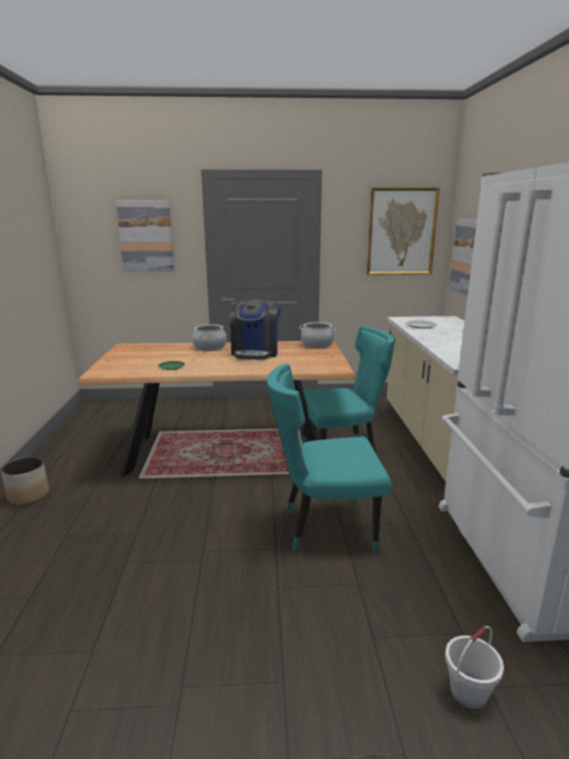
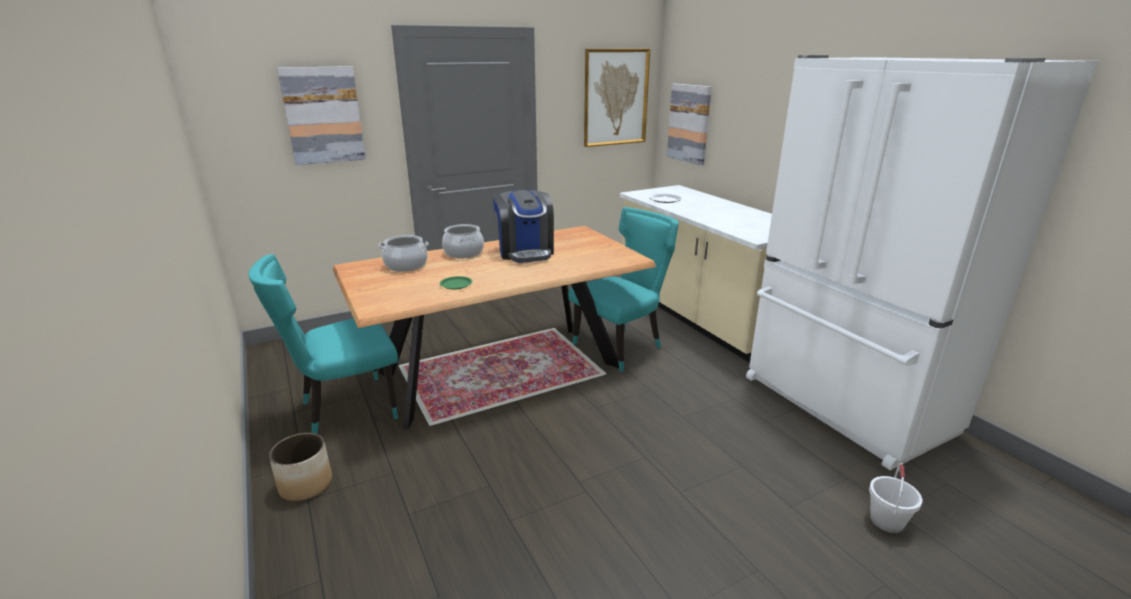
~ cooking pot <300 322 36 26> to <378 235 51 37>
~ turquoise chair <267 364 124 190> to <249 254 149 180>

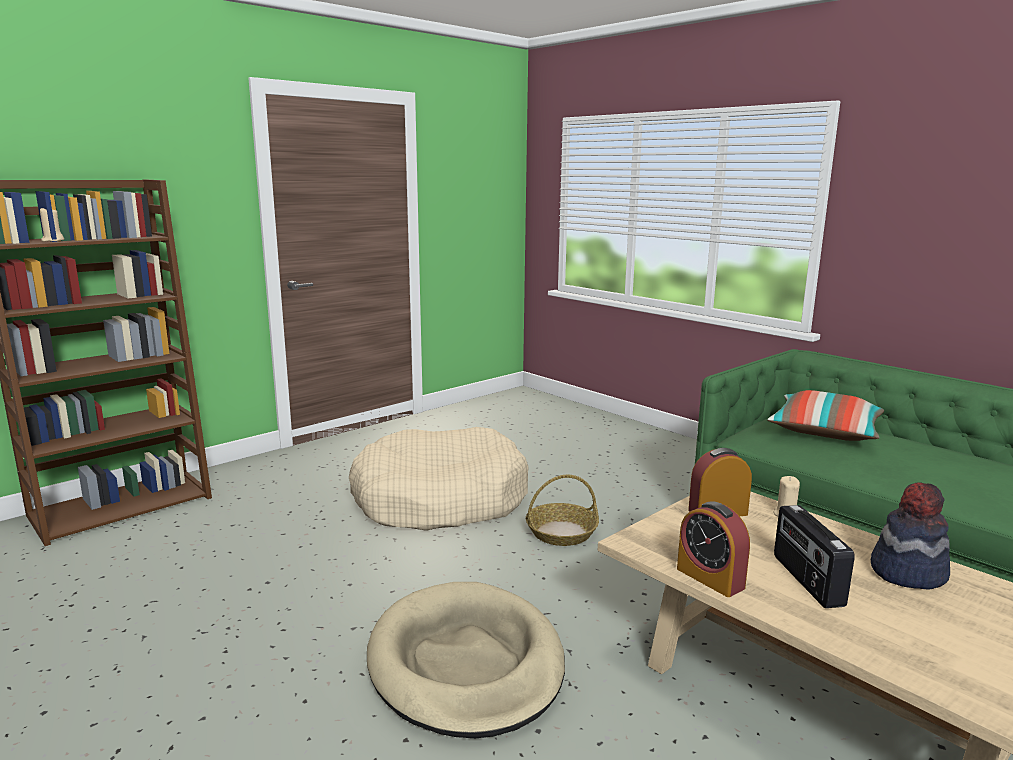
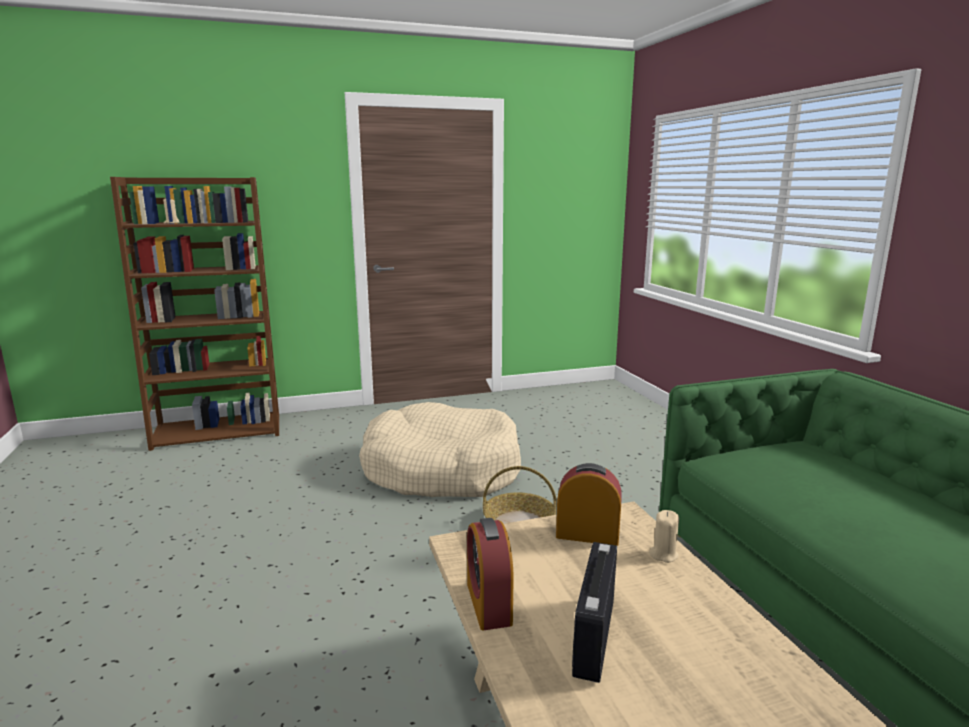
- pillow <767 390 117 51>
- hat <871 482 79 108>
- beige dog bed <367 582 198 156>

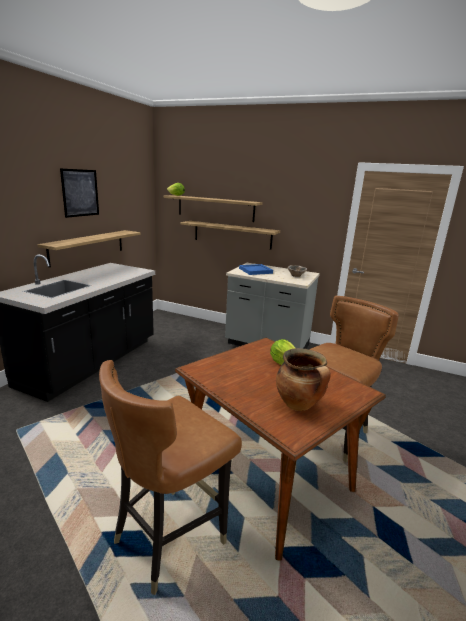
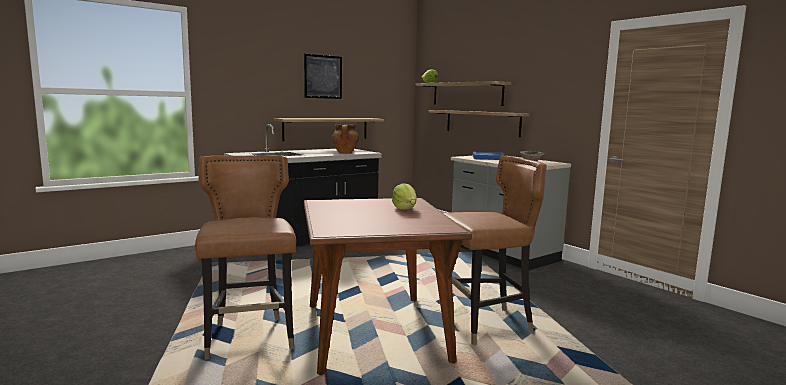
~ cooking pot <276 348 54 63> to <332 124 27 29>
~ brown chair <99 360 143 235> = <195 155 101 205> 90 degrees clockwise

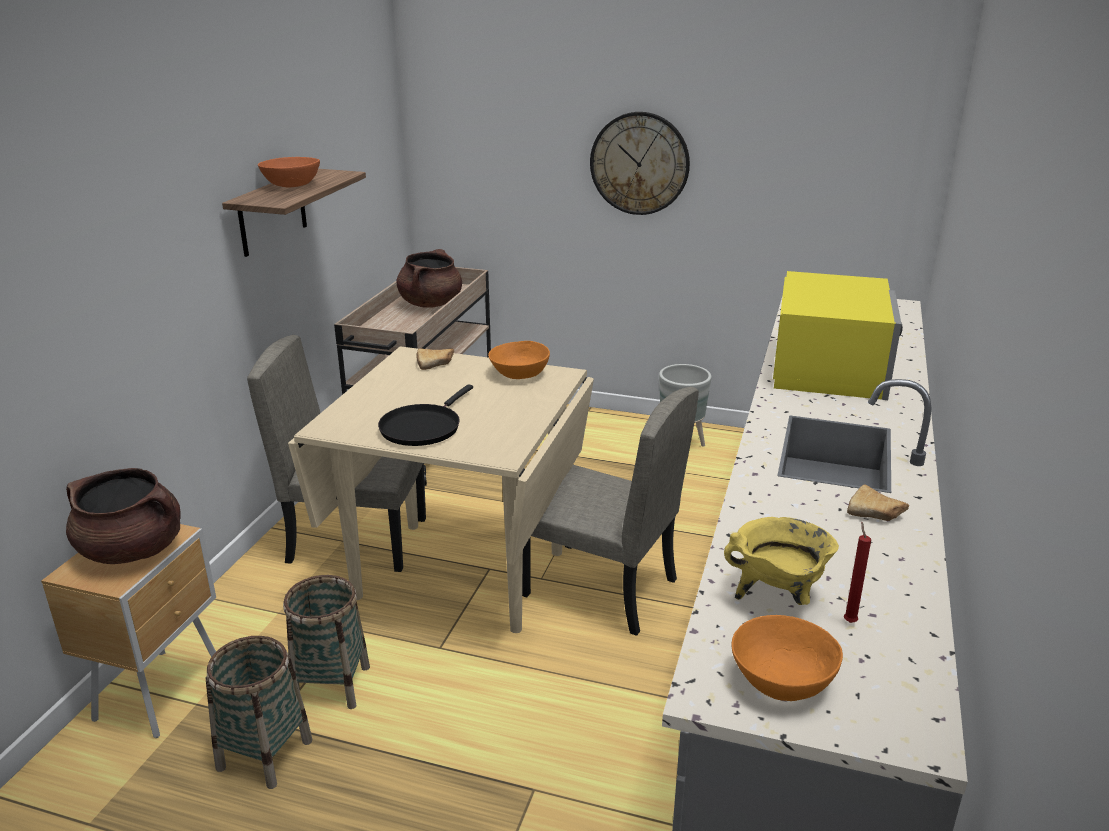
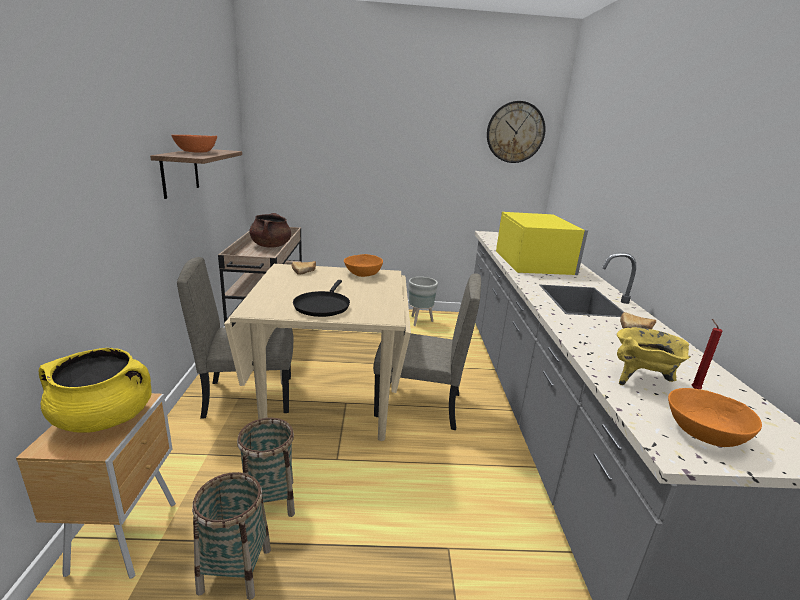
~ wall clock <590 112 100 103> to <487 101 59 62>
~ brown cooking pot <66 468 115 96> to yellow cooking pot <39 348 113 85>

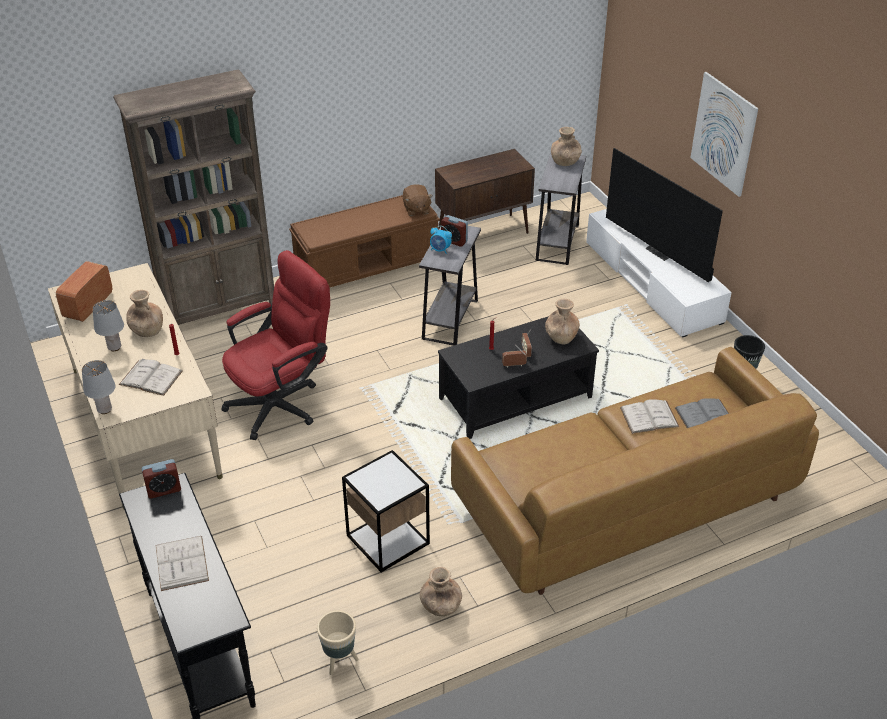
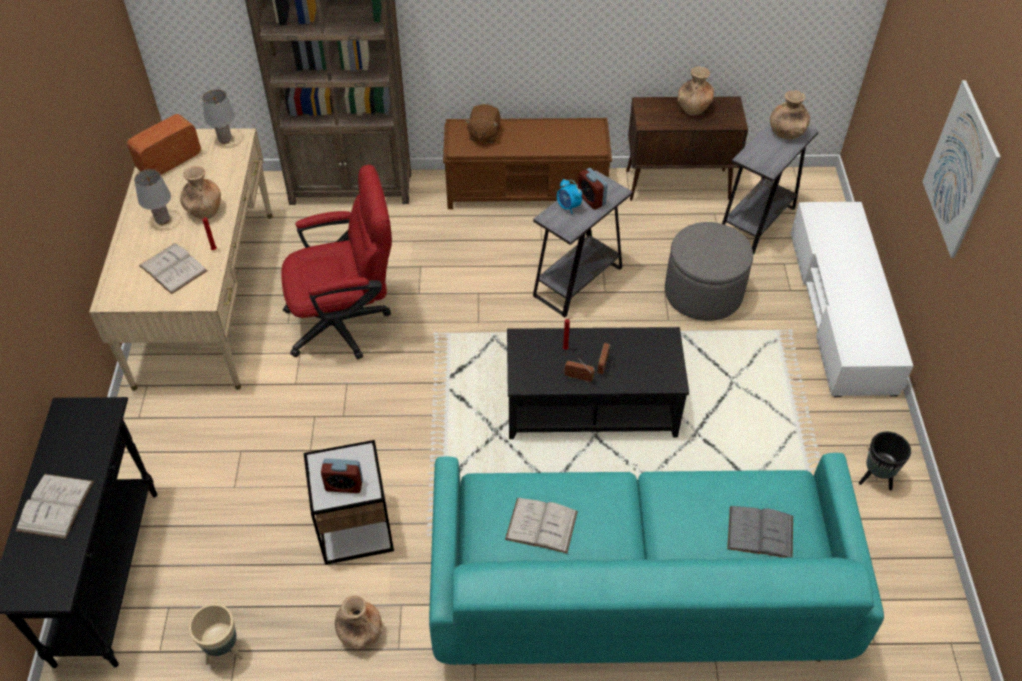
- television <606 148 117 135>
~ brown plush toy <403 184 30 32> to <465 104 36 39>
~ brown vase <545 298 35 47> to <678 67 36 49>
~ brown sofa <451 347 368 248> to turquoise sofa <429 453 455 213>
~ grey table lamp <82 360 34 54> to <202 89 33 55>
~ white book <620 399 59 35> to <505 498 73 56>
~ alarm clock <142 459 39 40> to <321 458 42 35>
+ grey ottoman <665 222 88 99>

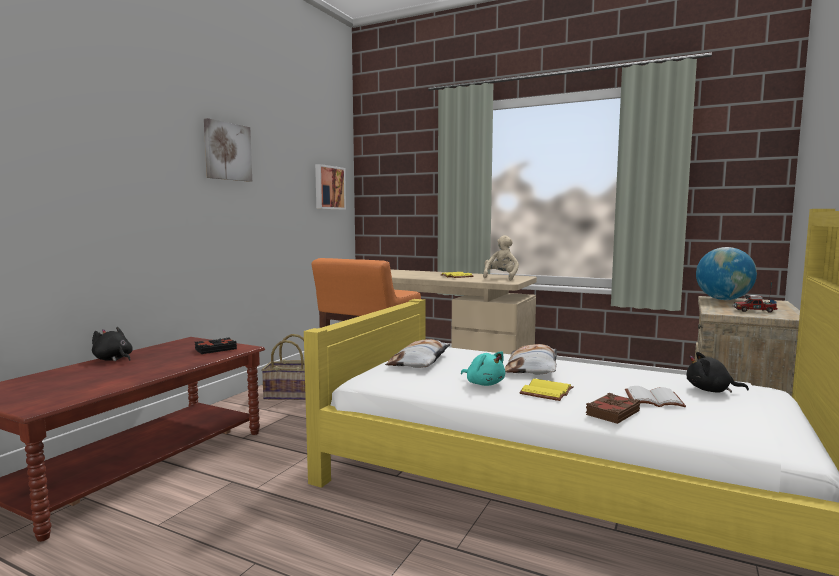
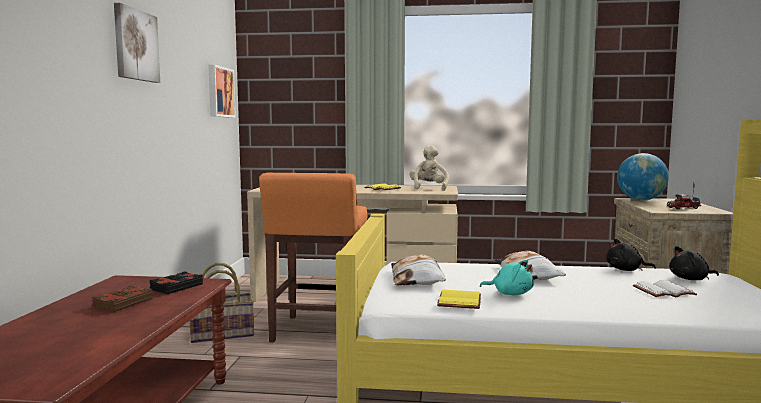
~ black plush toy <92 327 41 34> to <607 239 49 32>
~ yellow book <519 379 55 22> to <437 290 44 19>
~ brown book <586 393 54 31> to <92 286 61 26>

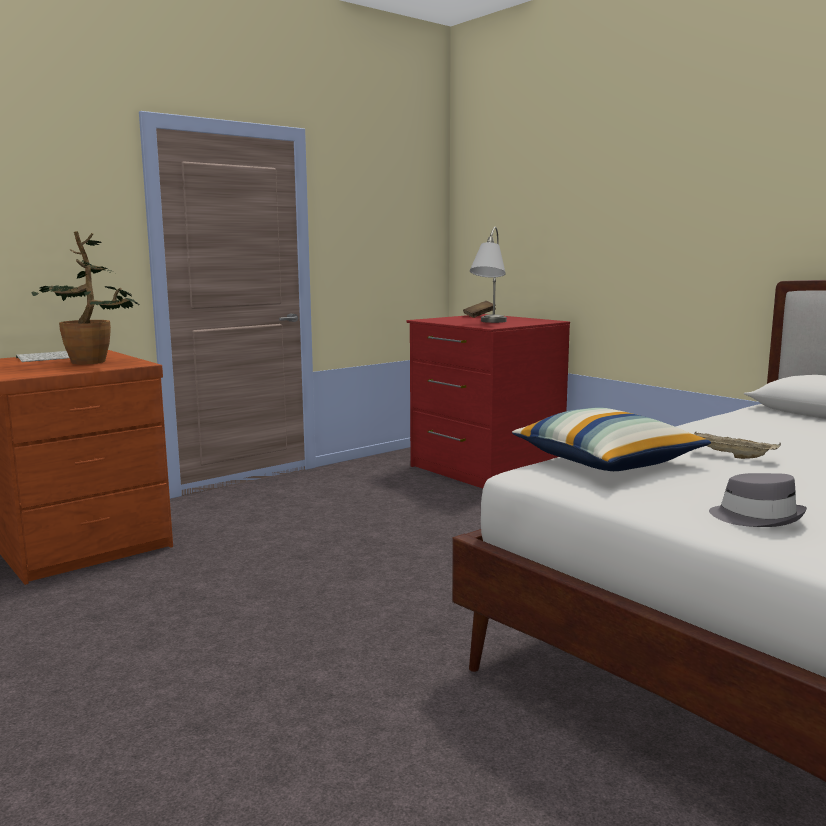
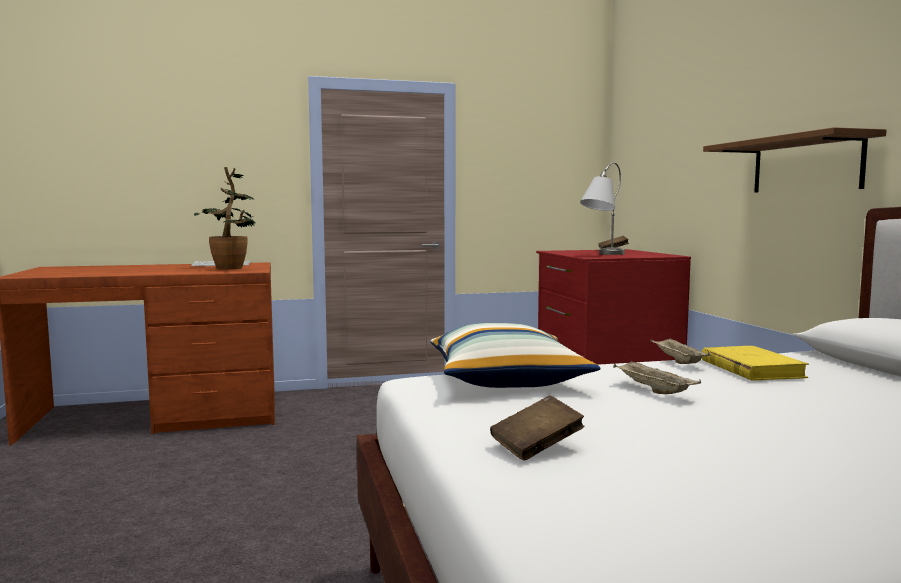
~ grey hat <709 473 98 54> to brown book <490 395 94 66>
+ brown shelf <703 127 184 66>
+ beige tray <650 338 60 26>
+ yellow book <702 346 107 35>

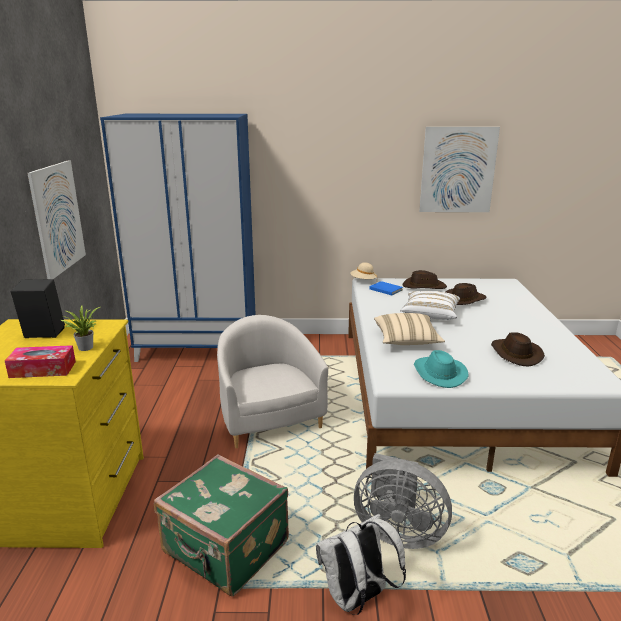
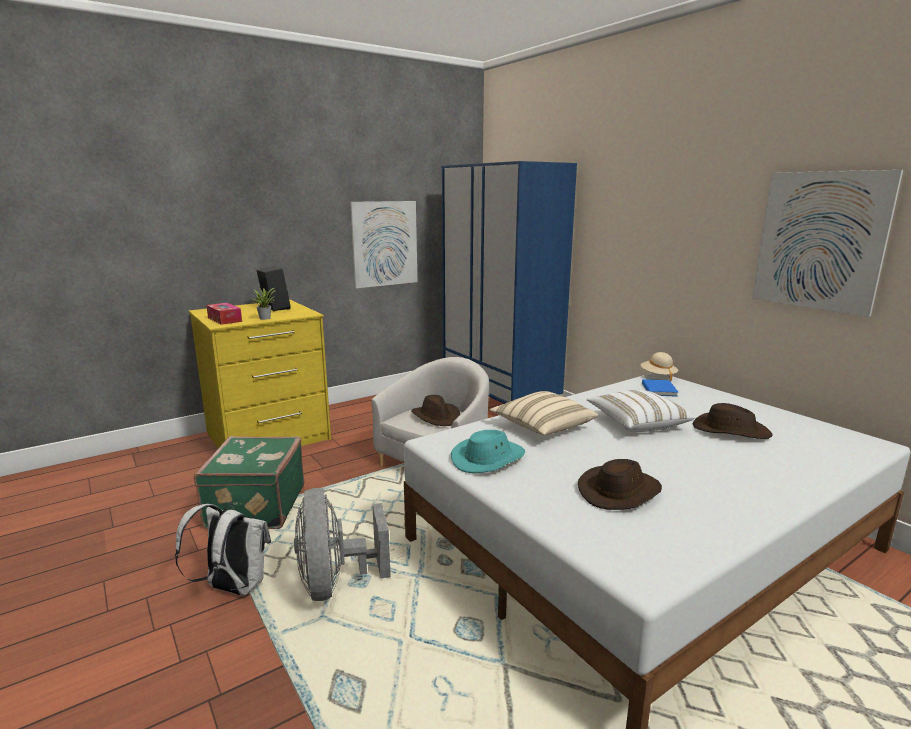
~ brown hat <403 270 44 19> to <411 395 49 31>

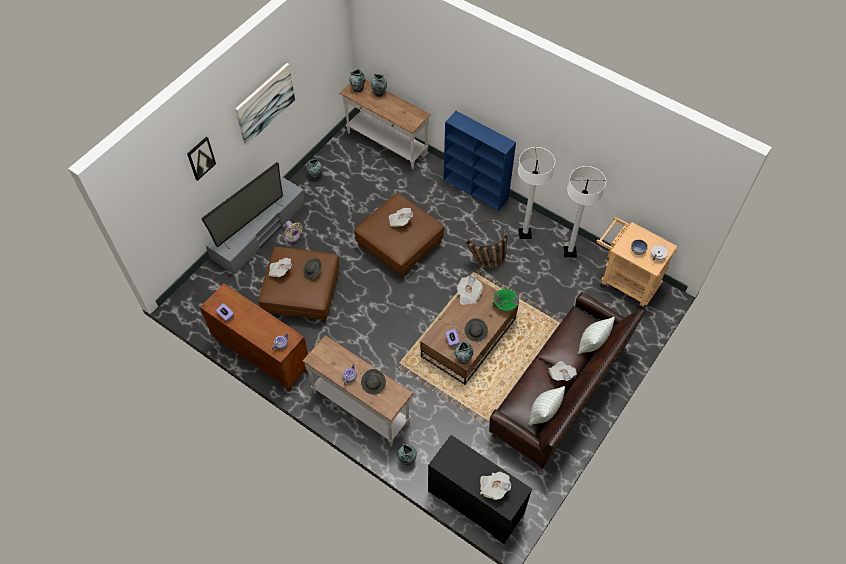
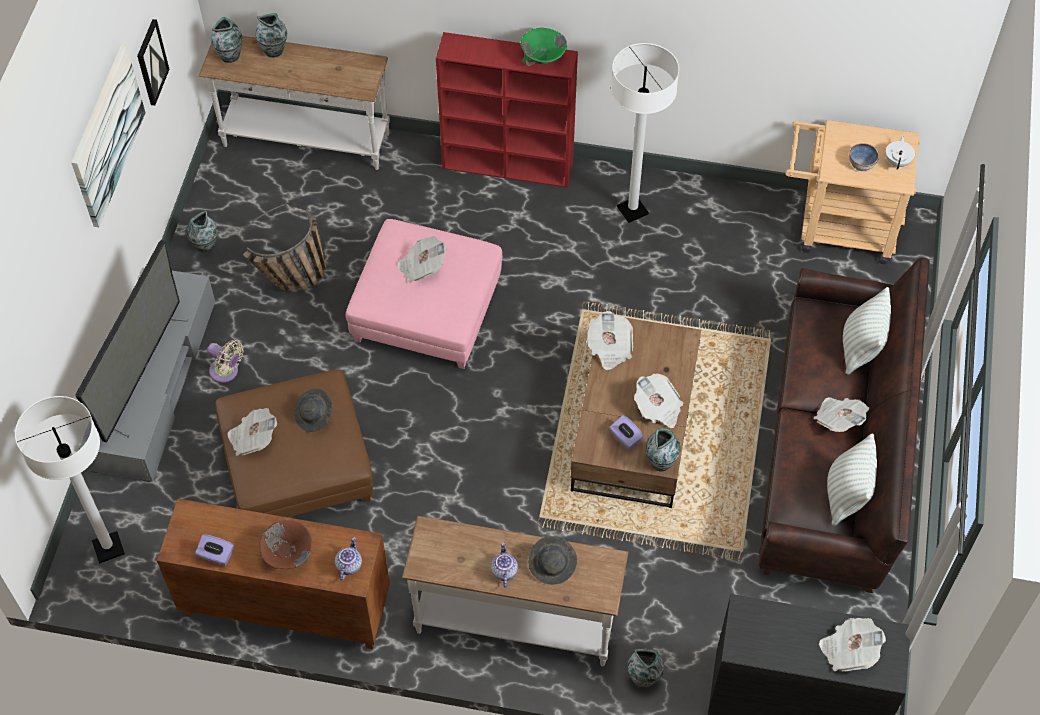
~ blue bookcase <443 111 73 100> to red bookcase <436 32 142 156>
~ picture <187 137 29 44> to <137 19 33 87>
~ white floor lamp <563 166 43 92> to <15 396 110 167>
~ brown ottoman <354 193 90 85> to pink ottoman <346 219 156 150>
~ basket <464 221 44 47> to <243 203 83 89>
~ green bowl <493 289 26 22> to <521 28 46 38>
~ grey hat <464 318 24 24> to newspaper <634 374 49 54>
+ brown bowl <260 520 52 49>

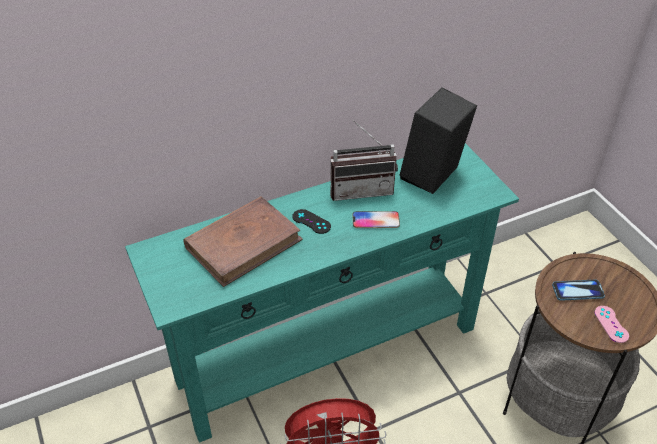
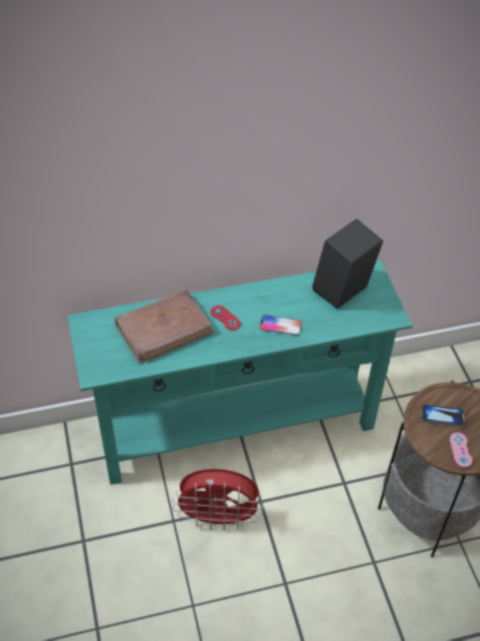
- radio <330 120 68 81>
~ black game controller <292 209 39 25> to red game controller <210 305 31 26>

